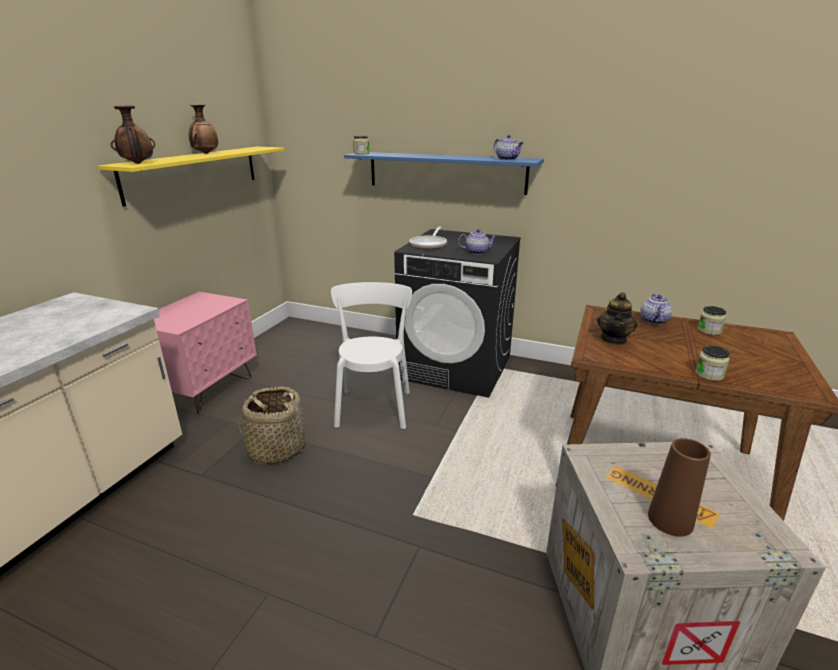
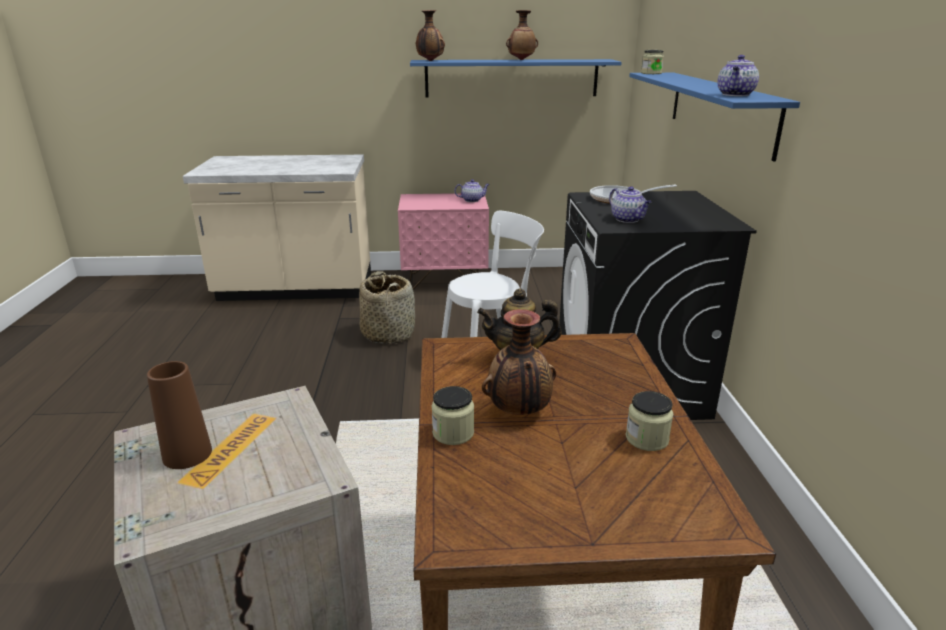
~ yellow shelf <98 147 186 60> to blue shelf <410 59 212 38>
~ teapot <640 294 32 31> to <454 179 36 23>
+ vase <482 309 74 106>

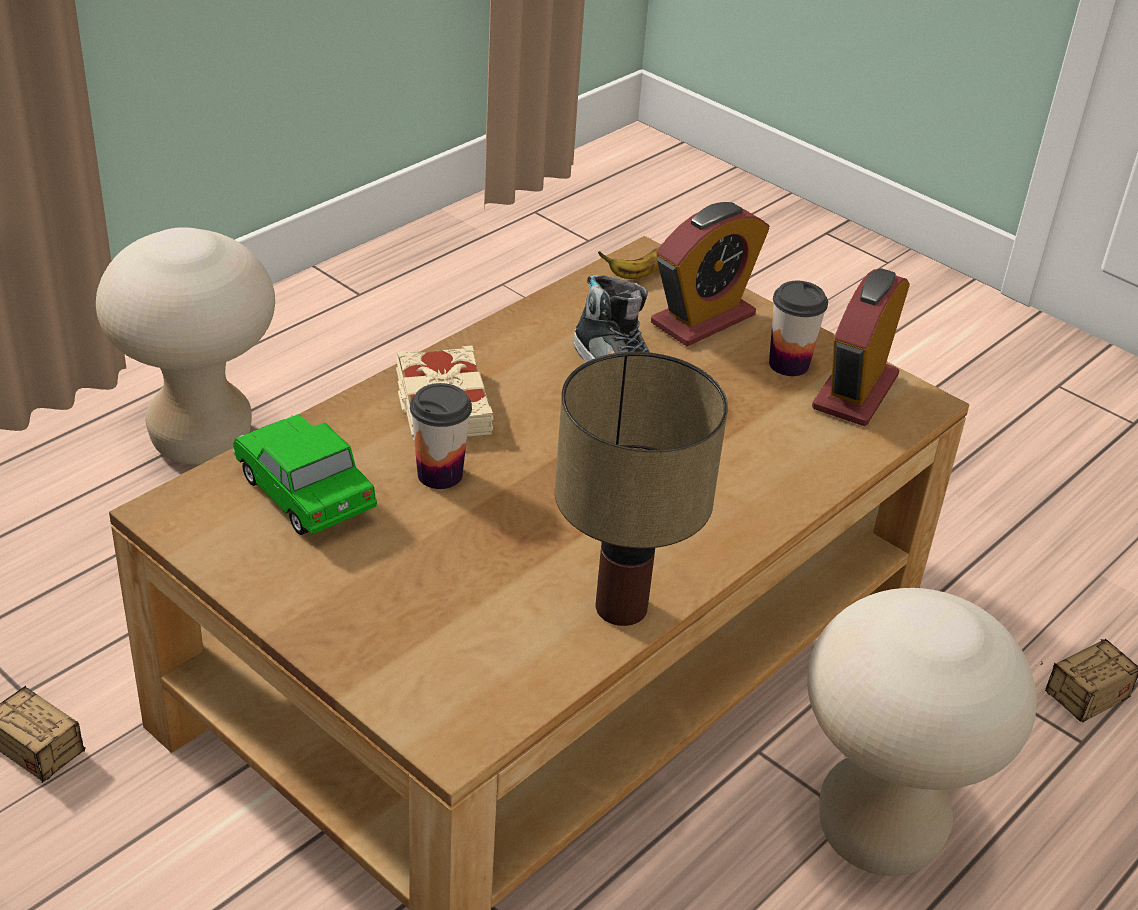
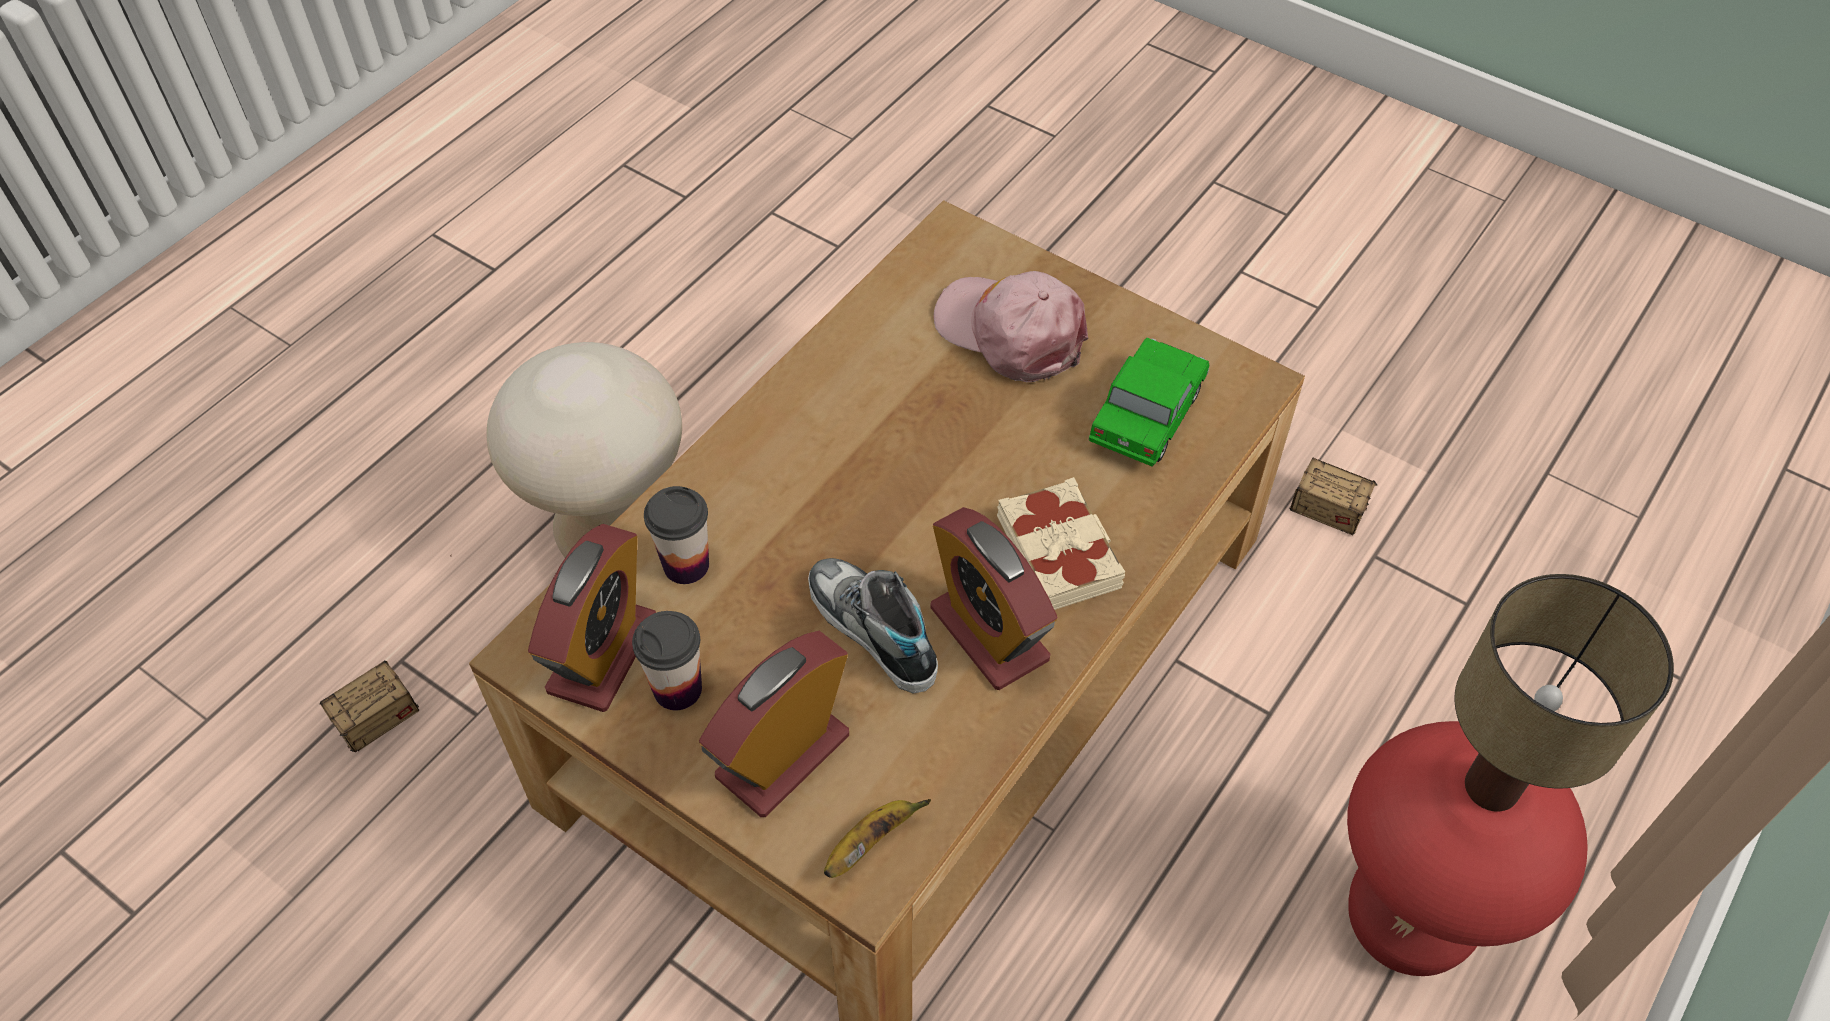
~ beige stool <96 227 179 238> to red stool <1347 721 241 255>
~ table lamp <555 352 173 274> to <1454 574 220 238>
~ cup <410 383 62 106> to <644 486 65 98>
~ toy car <233 414 144 121> = <1089 338 121 128> 105 degrees counterclockwise
+ pink cap <933 271 156 111>
+ alarm clock <930 507 127 183>

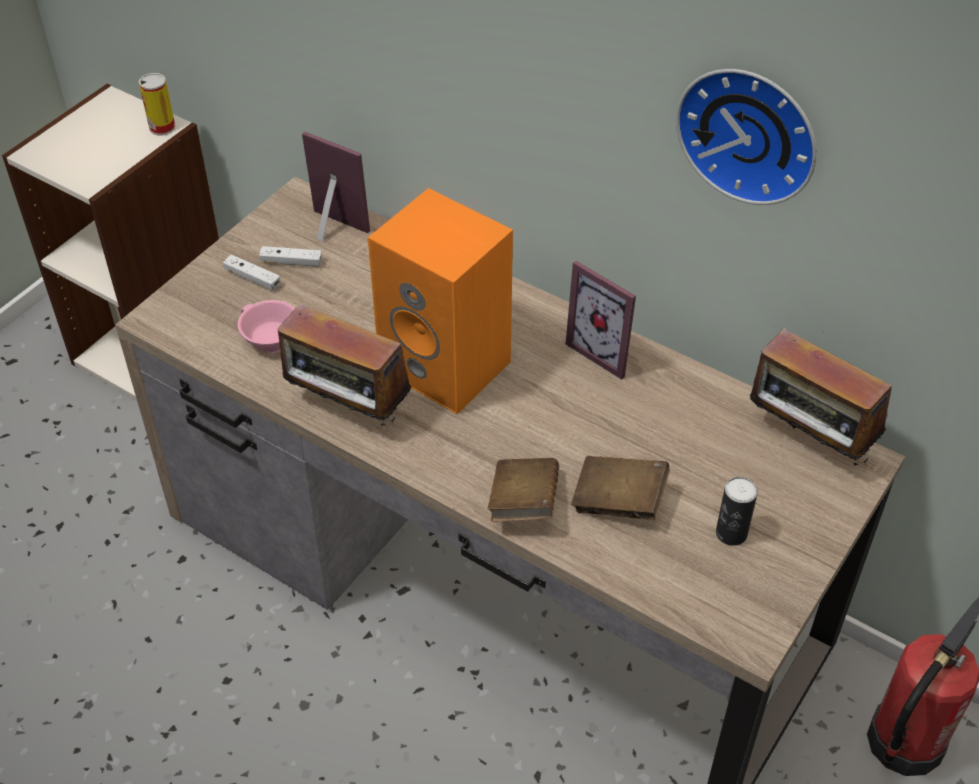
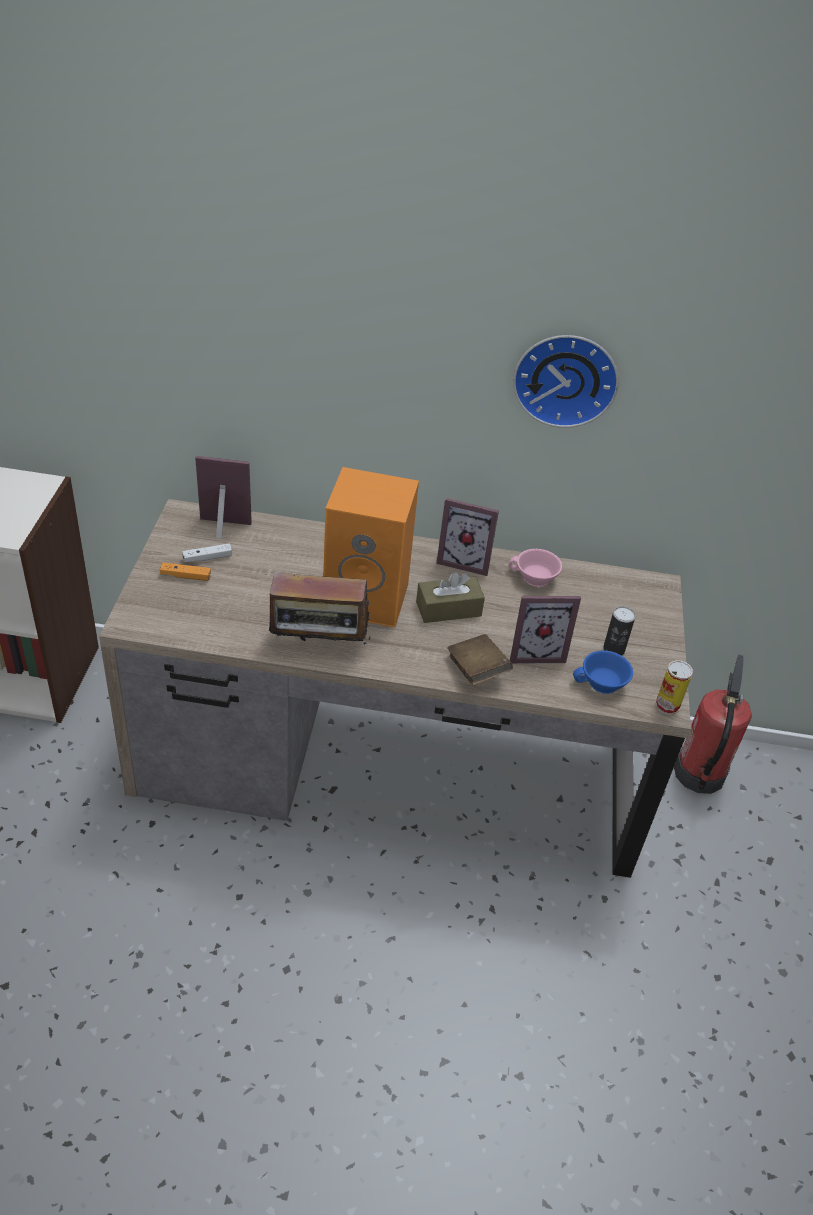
~ can <139 73 36 63> to <655 660 38 55>
~ white game controller <223 255 58 36> to orange game controller <160 562 51 19>
~ pink cup <238 300 57 53> to <509 549 53 38>
- radio <750 329 142 136>
~ brown book <571 456 99 64> to picture frame <510 596 71 68>
+ brown tissue box <416 572 69 51>
+ blue cup <573 650 60 44>

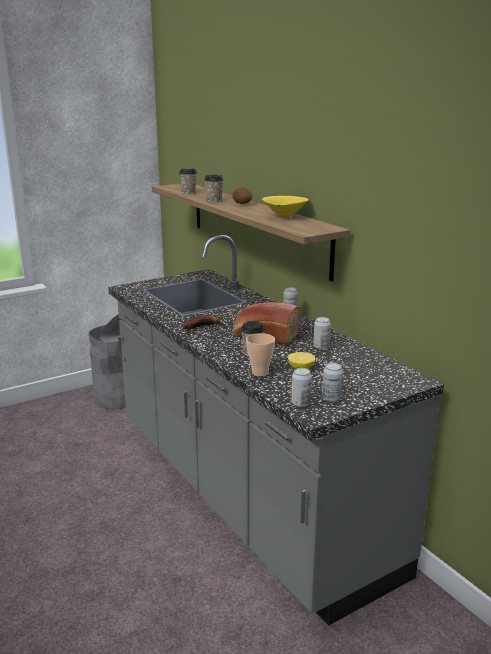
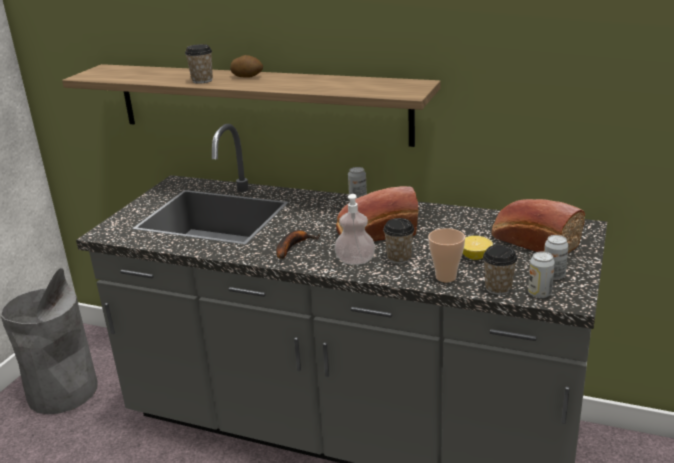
~ cup <179 168 18 26> to <483 245 34 50>
- yellow bowl <262 196 47 22>
- can <313 317 18 33>
+ soap dispenser <334 194 41 71>
+ bread <492 199 93 54>

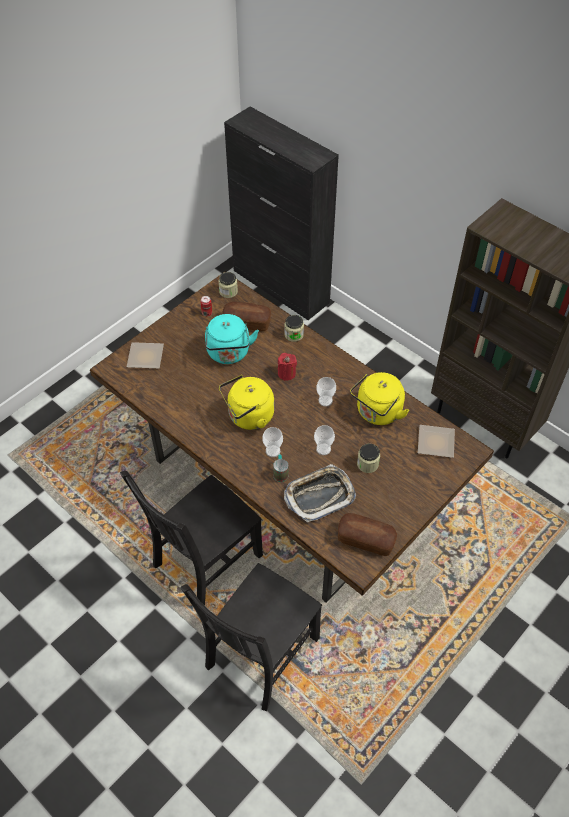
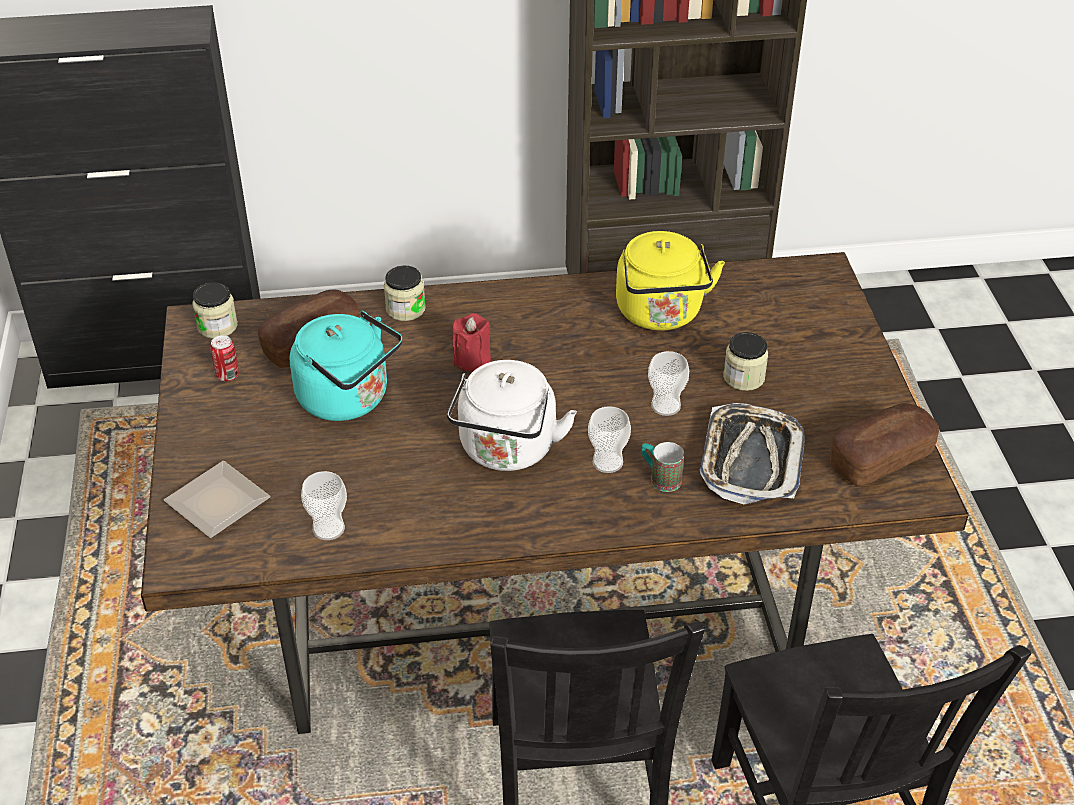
~ yellow kettle <219 375 55 55> to white kettle <447 360 130 111>
~ cup <317 377 19 30> to <301 471 46 69>
- plate <418 425 37 33>

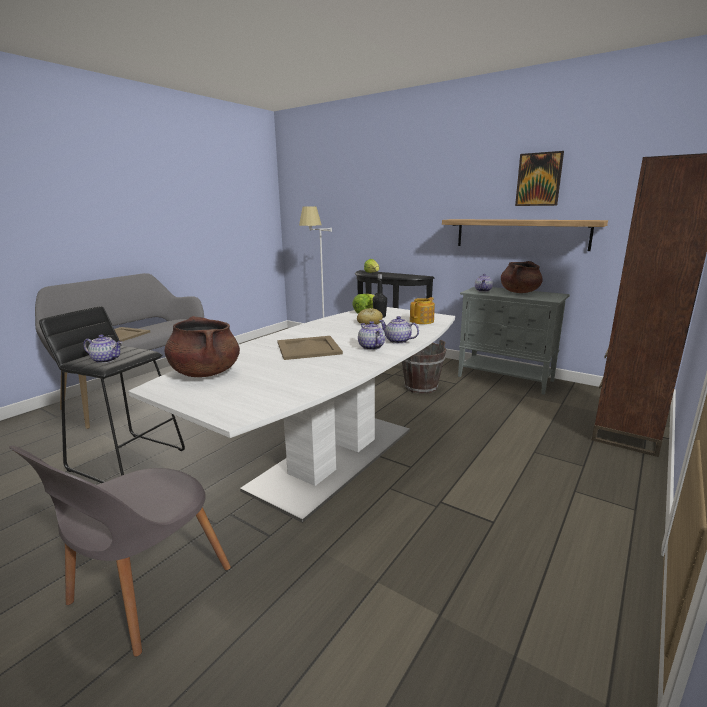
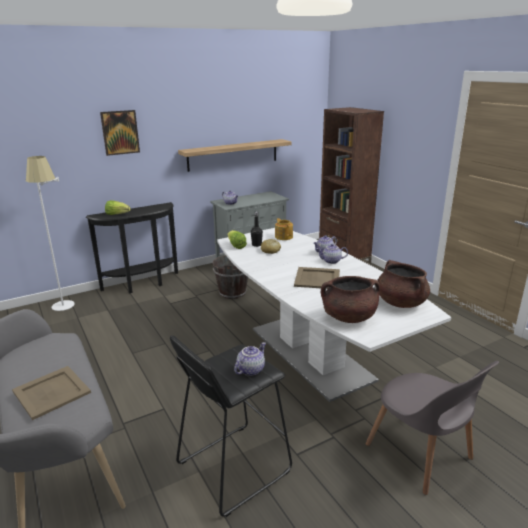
~ picture <515 151 49 55> to <100 110 40 46>
~ brown cooking pot <501 261 42 32> to <378 260 52 48>

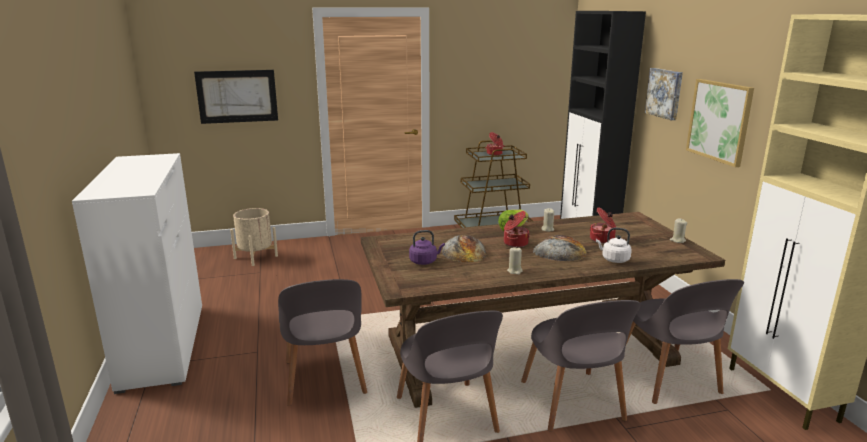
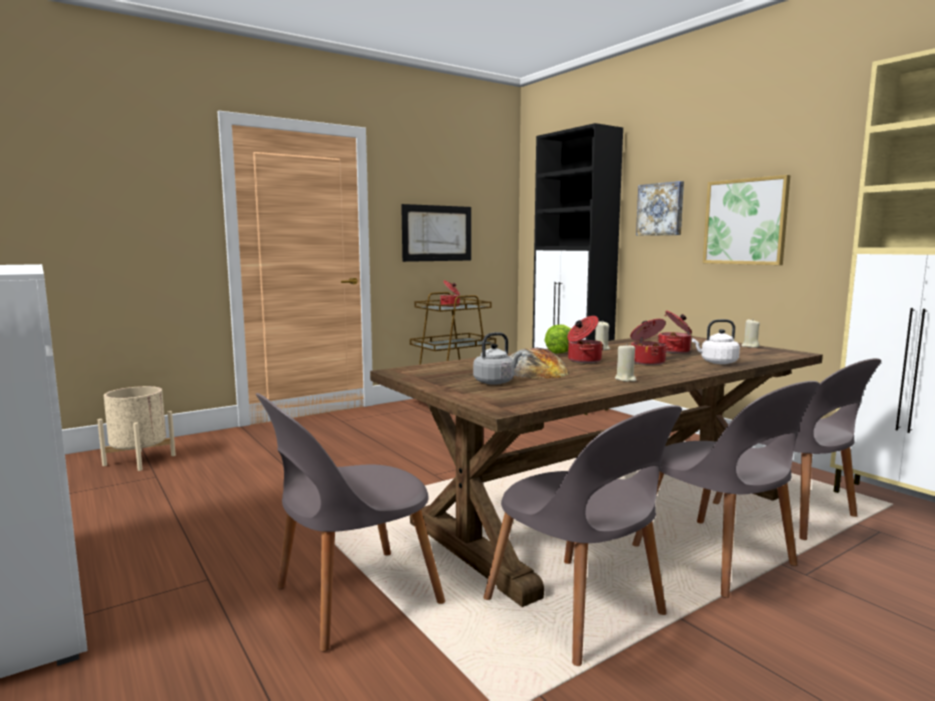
~ picture <194 70 84 54> to <401 204 70 58>
~ purple kettle <409 230 36 35> to grey kettle <473 332 49 53>
~ bread <533 235 53 26> to cooking pot <627 319 46 46>
~ grey chair <278 279 89 127> = <255 393 190 259> 90 degrees clockwise

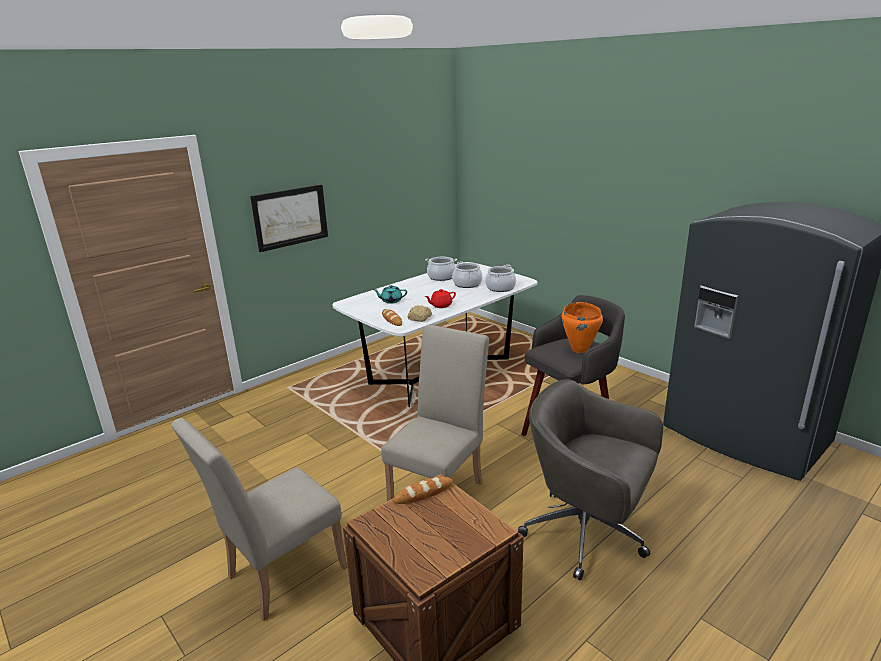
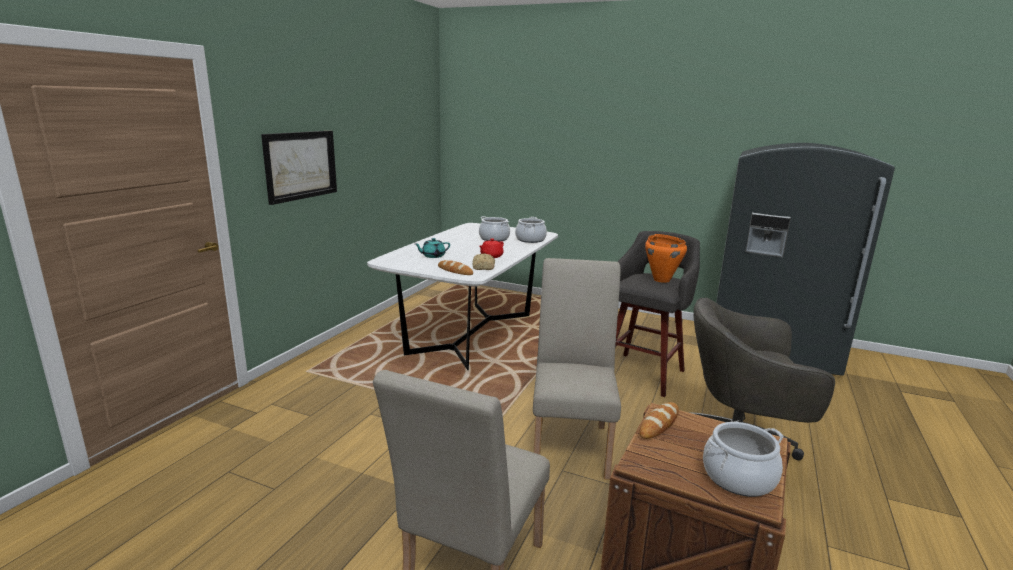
~ cooking pot <425 257 32 24> to <703 422 81 75>

